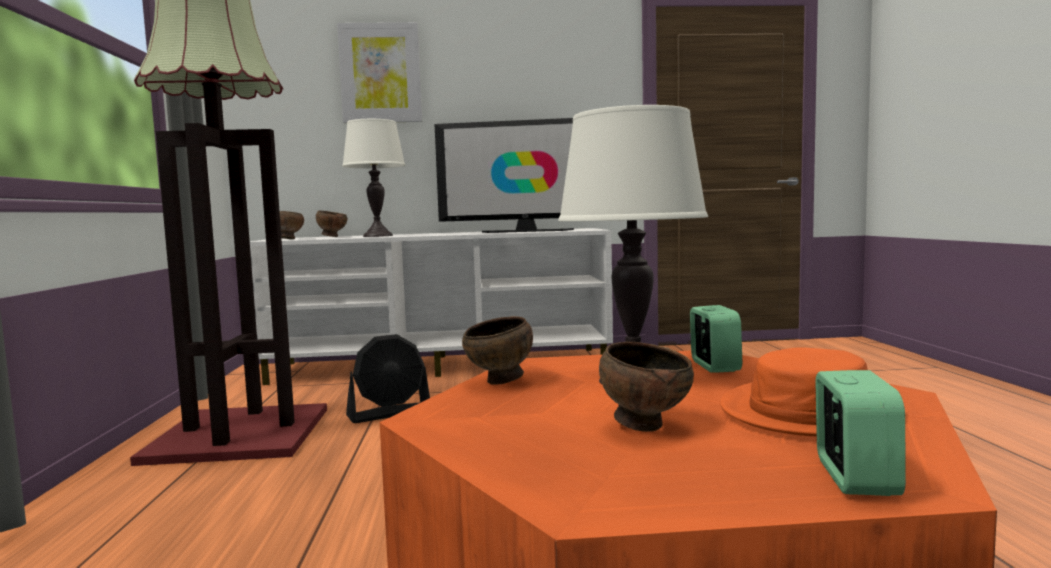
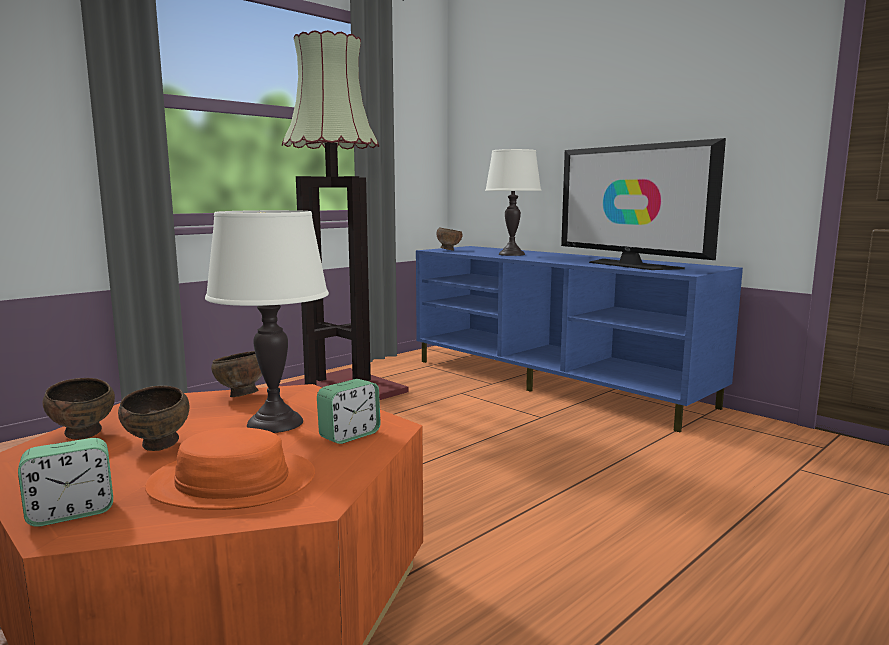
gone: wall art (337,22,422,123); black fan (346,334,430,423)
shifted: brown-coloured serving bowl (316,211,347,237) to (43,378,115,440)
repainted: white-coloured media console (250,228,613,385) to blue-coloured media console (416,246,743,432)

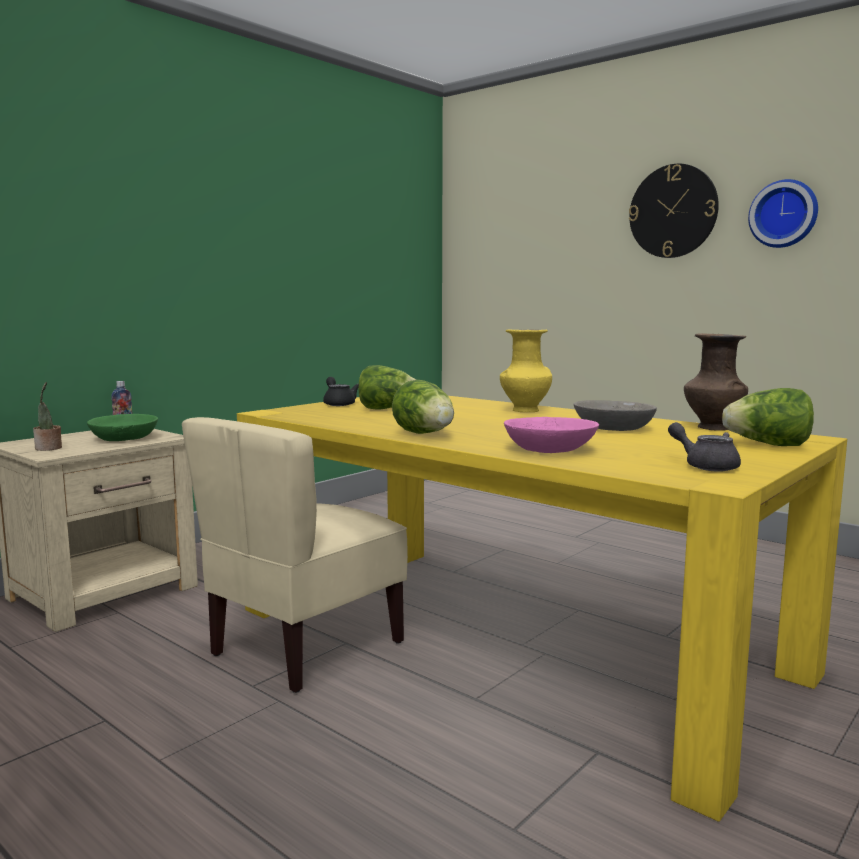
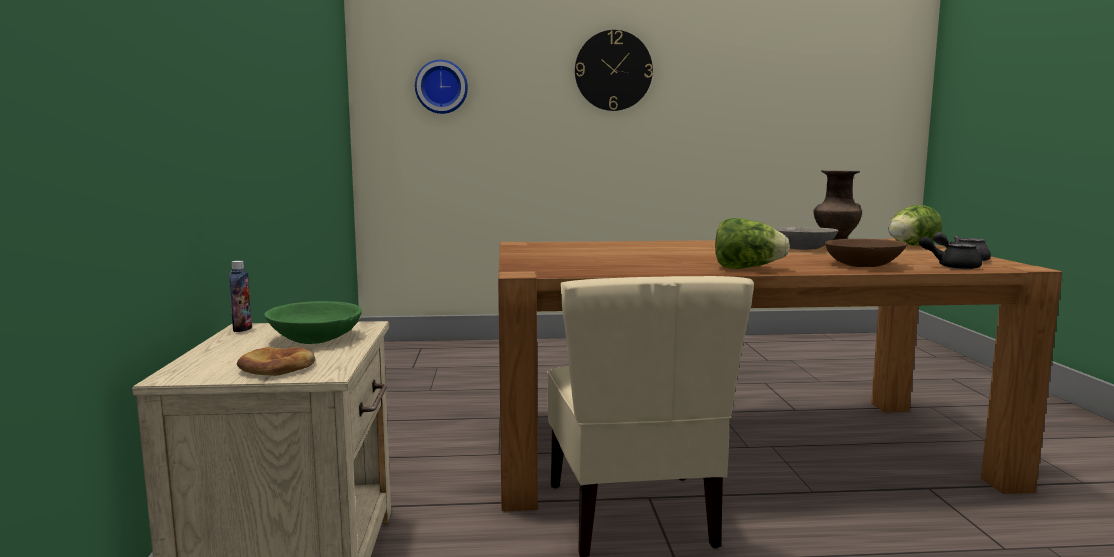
gone: head of lettuce (359,365,416,410); yellowish decorative vase (500,330,552,412)
shifted: black tea pot (323,377,359,406) to (919,236,982,270); clock on the wall (748,179,818,248) to (415,60,468,114)
swapped: plant in a pot (33,382,62,451) to bread (237,347,315,376)
repainted: yellowish dining table (237,396,847,822) to brown-coloured dining table (498,238,1062,511); pink serving bowl (504,417,599,453) to brown-coloured serving bowl (825,239,907,267)

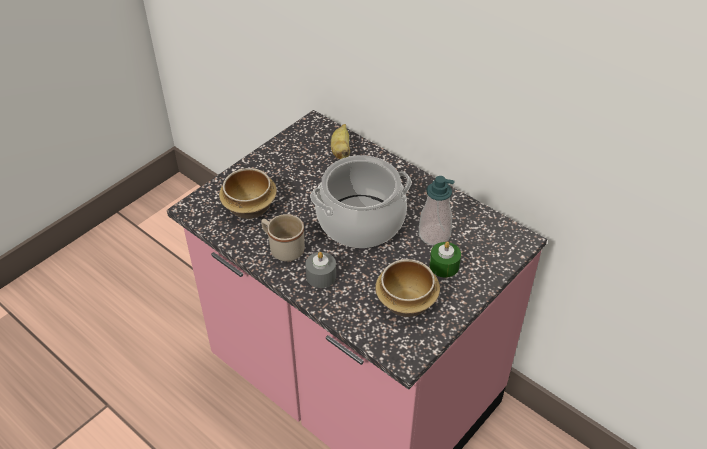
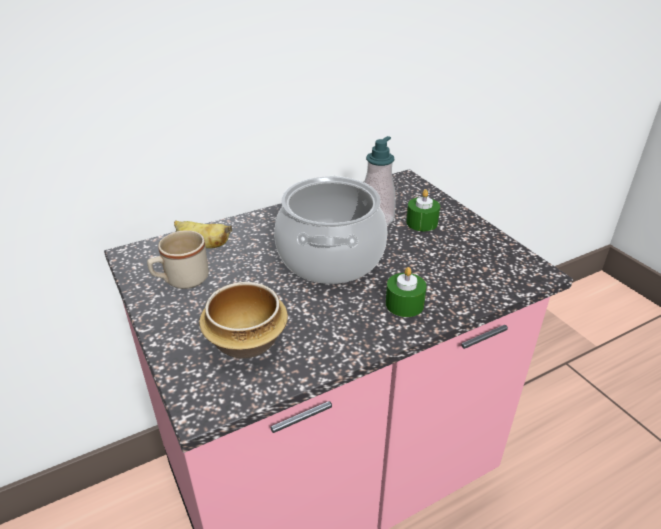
gone: serving bowl (375,259,440,317)
shifted: sand-coloured coffee mug (261,214,305,261) to (147,230,209,289)
repainted: gray candle (305,252,336,288) to green-coloured candle (386,267,427,317)

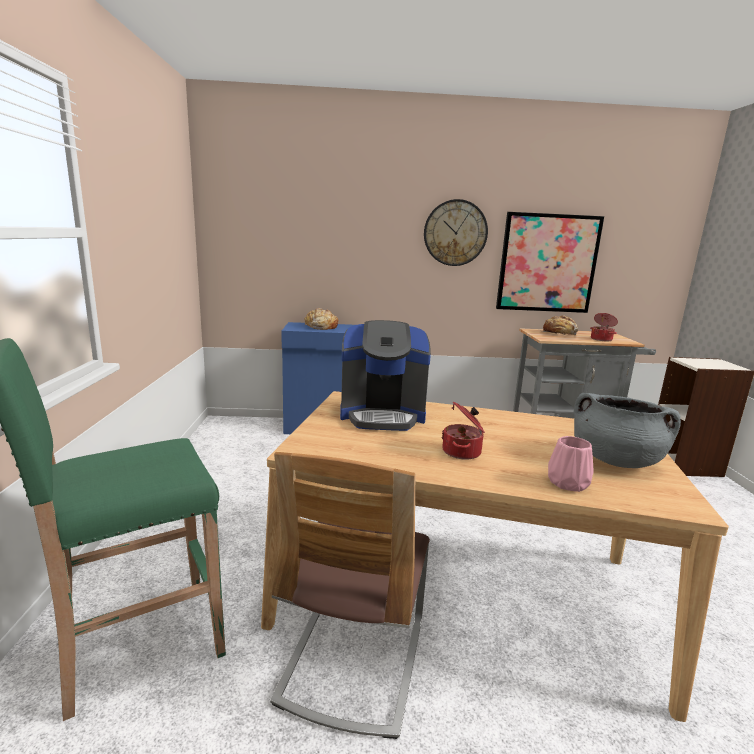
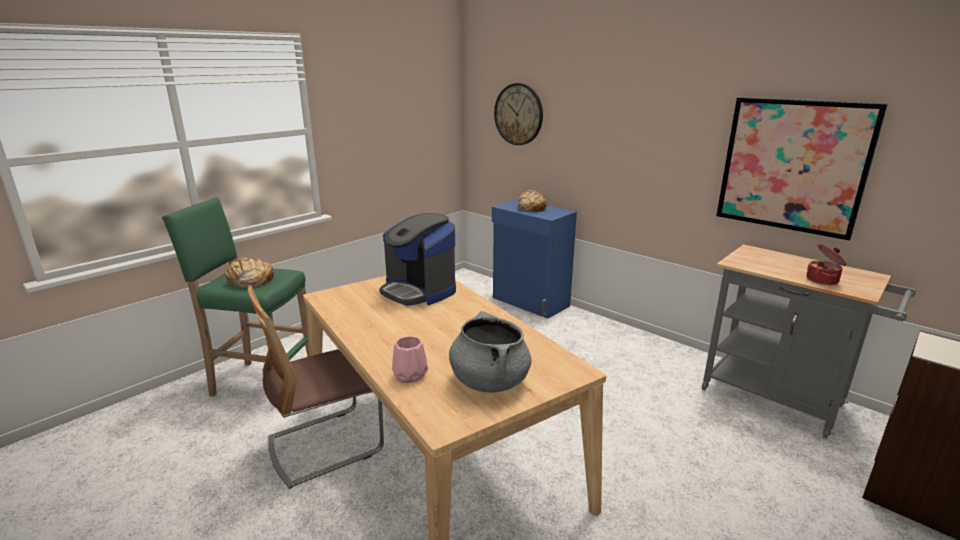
gone: saucepot (442,401,485,460)
shifted: clock on the wall (424,199,488,266) to (494,83,543,145); bread (543,315,578,335) to (225,257,274,288)

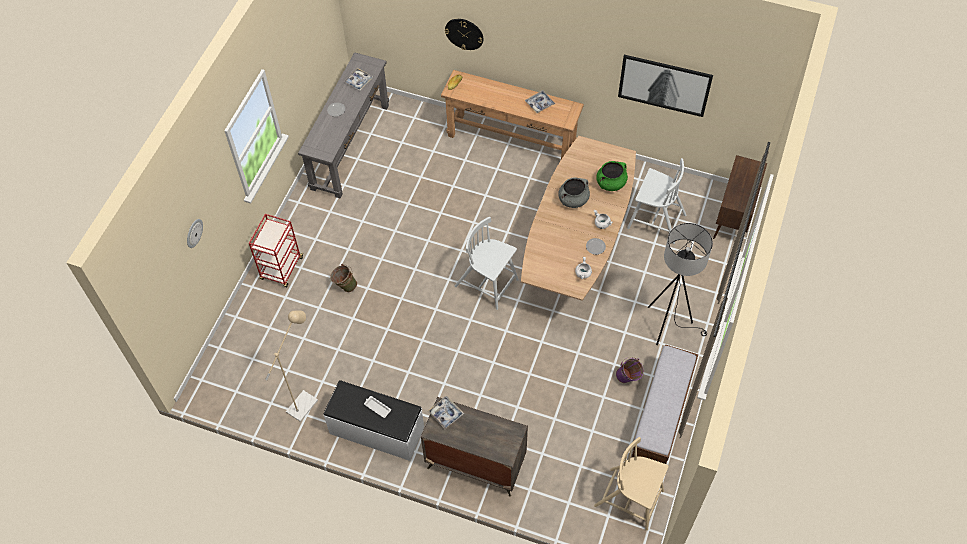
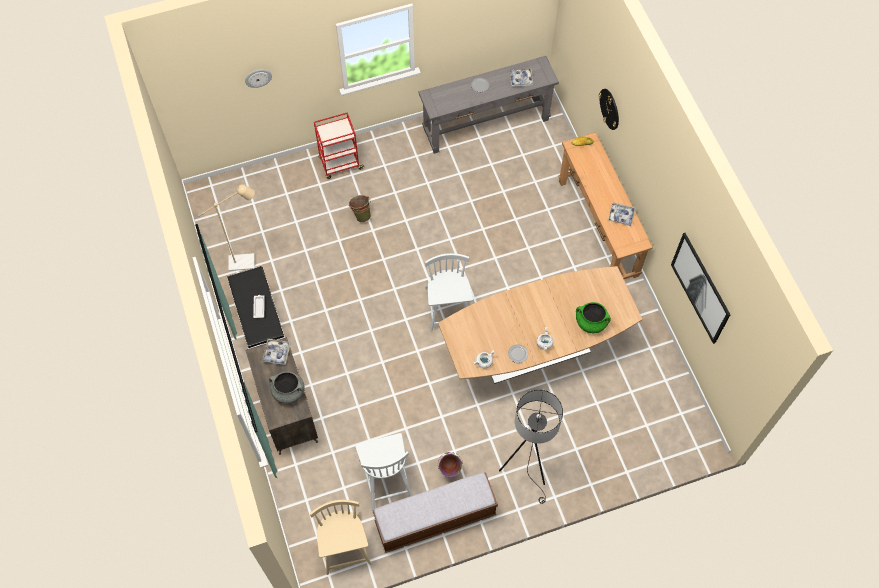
gone: brown-coloured cabinet (713,155,767,239)
shifted: gray saucepot (558,177,590,208) to (269,372,304,404); white-coloured chair (627,158,687,244) to (355,433,413,510)

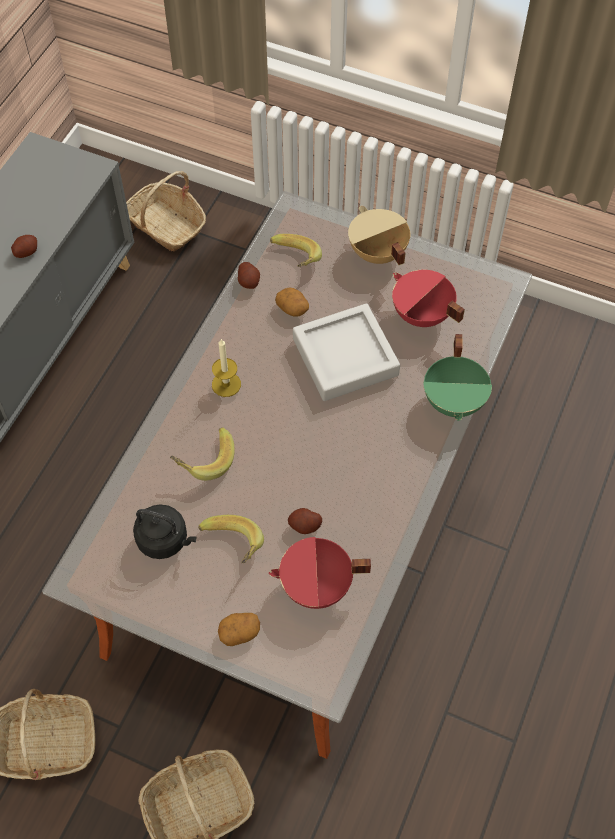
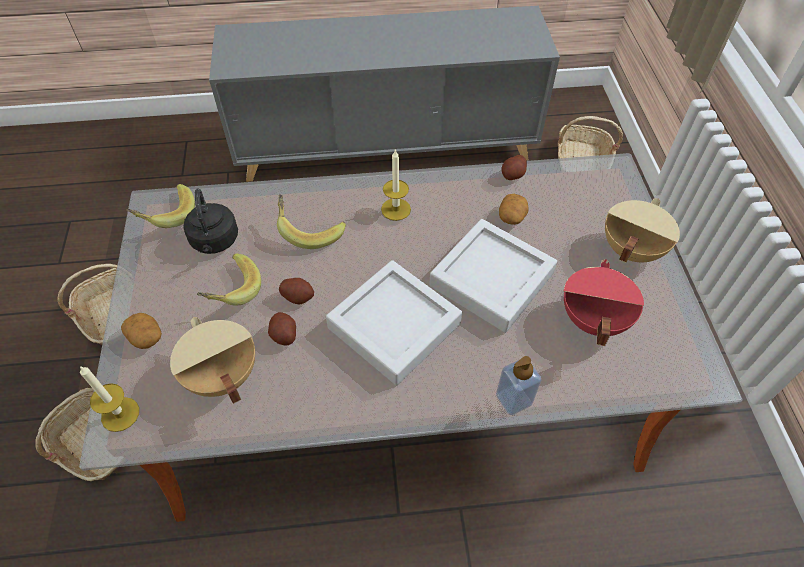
new: candle (80,366,139,432); gray carrying tray (326,260,462,385)
shifted: spud (11,235,37,258) to (279,278,314,304); whole banana (270,234,322,267) to (126,184,195,228)
swapped: green-coloured saucepot (423,334,492,421) to liquid soap bottle (496,356,541,415)
repainted: red-coloured saucepot (269,537,371,609) to sand-coloured saucepot (170,317,255,404)

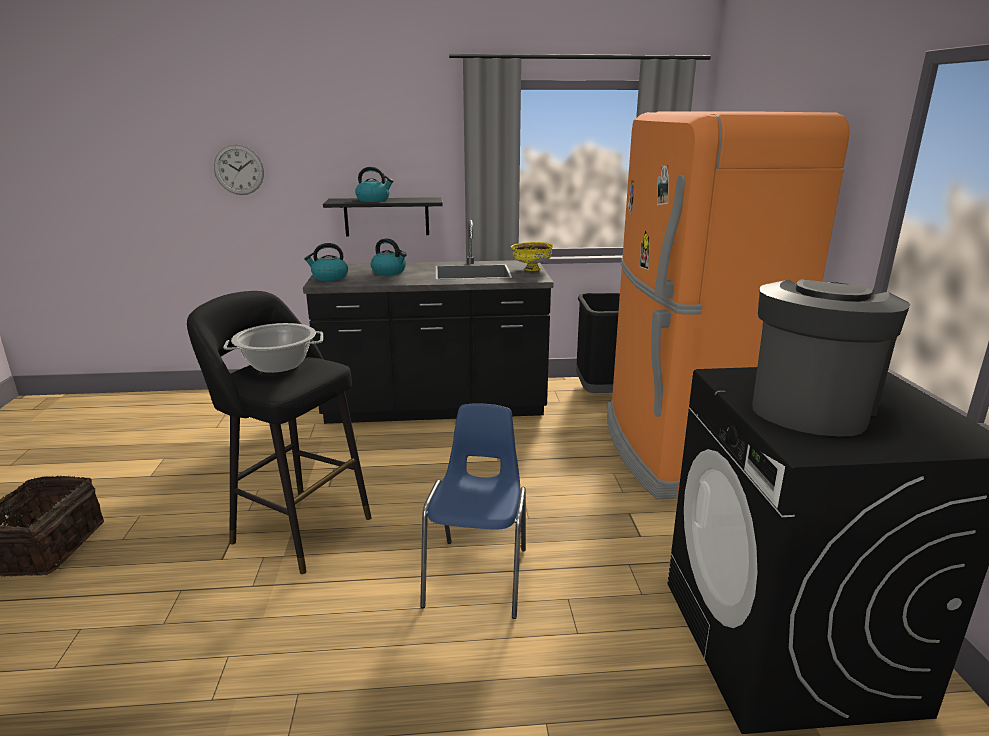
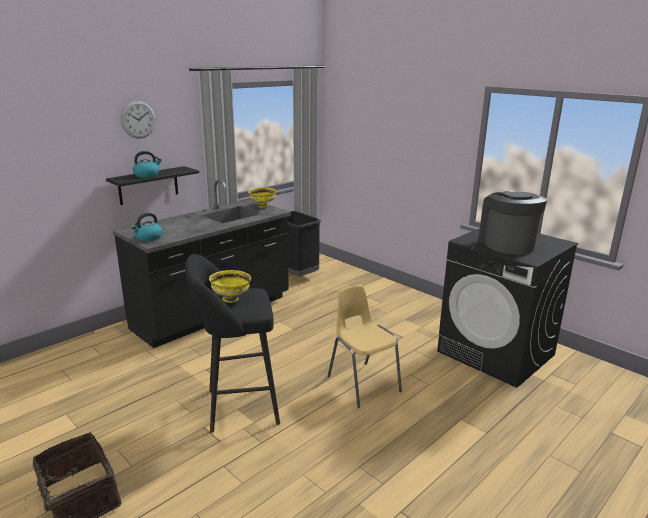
gone: tea kettle (371,238,407,275); orangey fridge (607,111,850,499)
shifted: clock on the wall (214,145,264,195) to (121,101,156,139)
swapped: saucepot (224,323,323,373) to yellowish serving bowl (209,270,251,303)
repainted: blue-coloured chair (420,403,526,619) to yellowish chair (328,285,402,408)

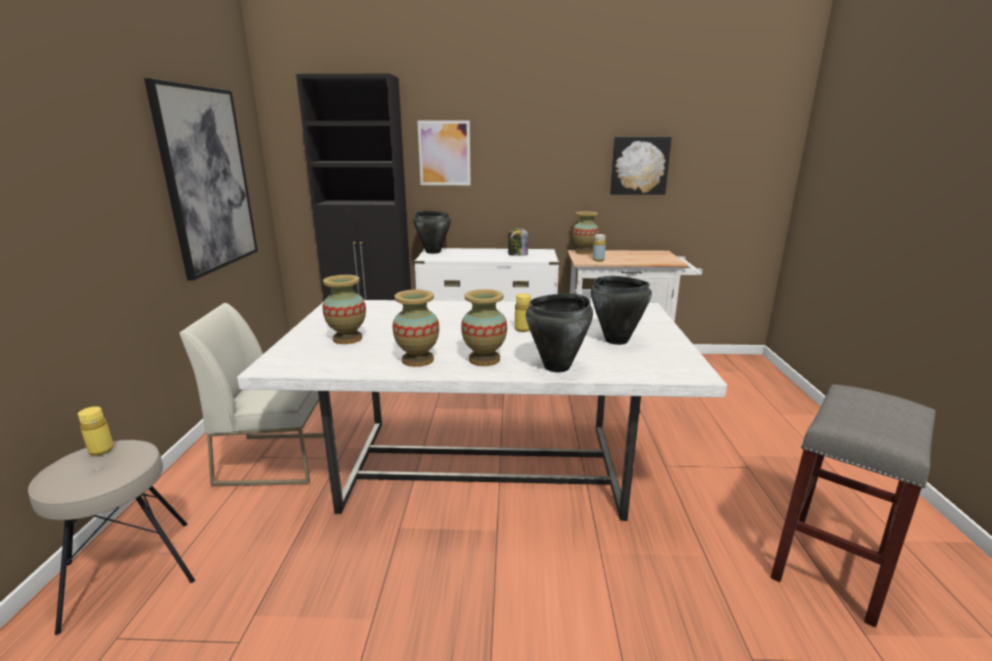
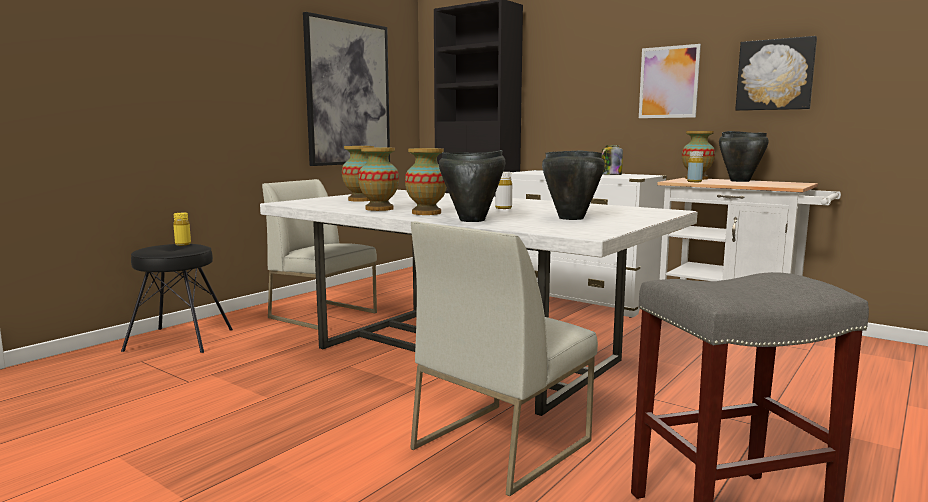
new: white-coloured chair (410,221,598,496)
shifted: black saucepot (413,210,451,254) to (719,131,769,182); wall art (417,121,471,185) to (639,44,701,118)
repainted: sand-coloured stool (28,440,195,635) to black stool (121,244,233,353); yellowish beverage bottle (515,293,531,332) to white-coloured beverage bottle (495,172,512,209)

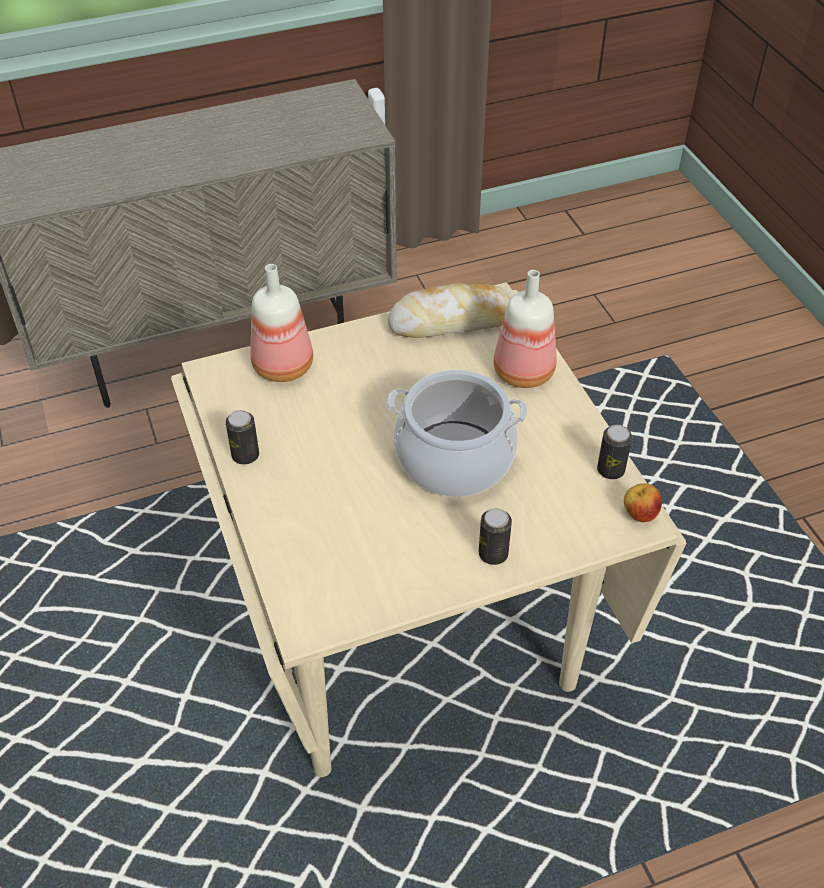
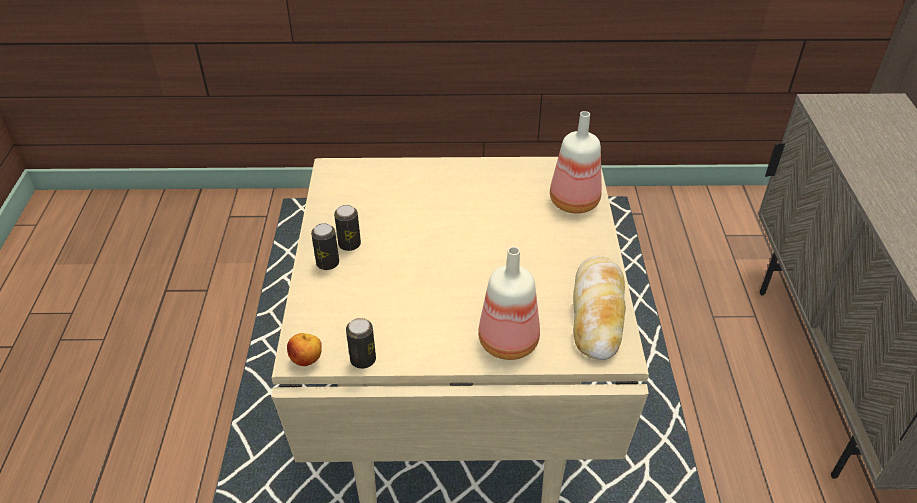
gone: saucepot (387,370,527,497)
shifted: can (226,410,259,465) to (334,205,361,251)

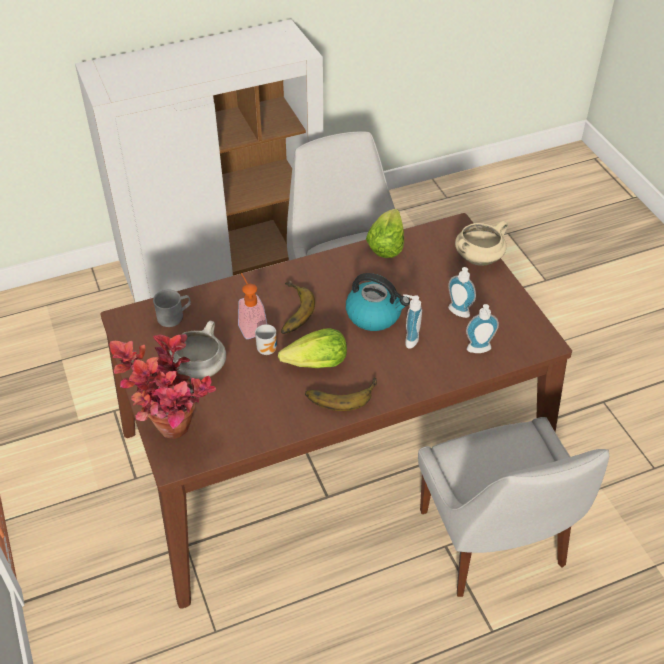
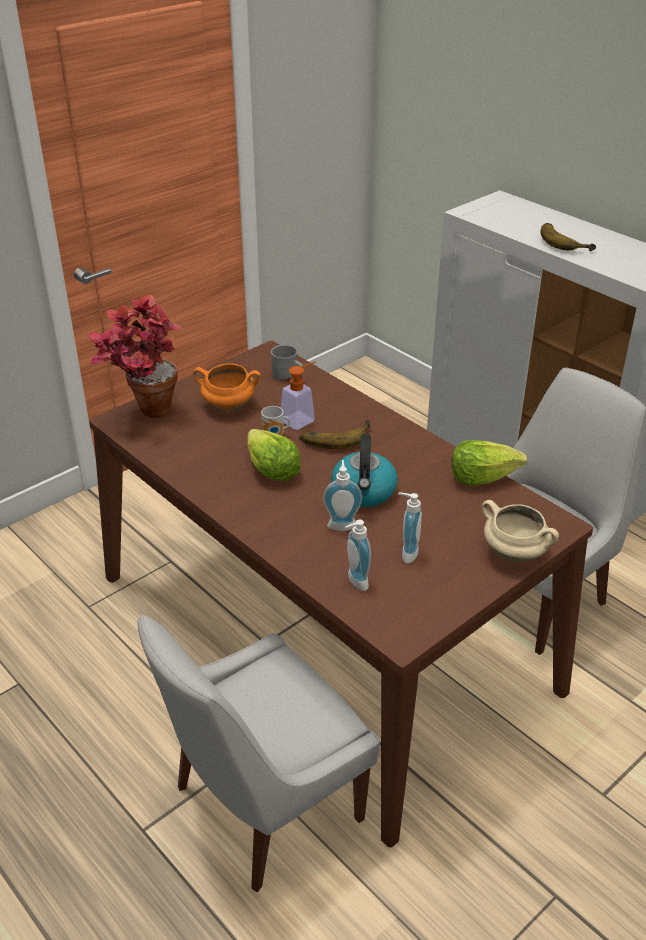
shifted: whole banana (305,377,377,411) to (541,223,596,251)
repainted: white-coloured saucepot (169,321,226,380) to orangey saucepot (193,363,261,410)

